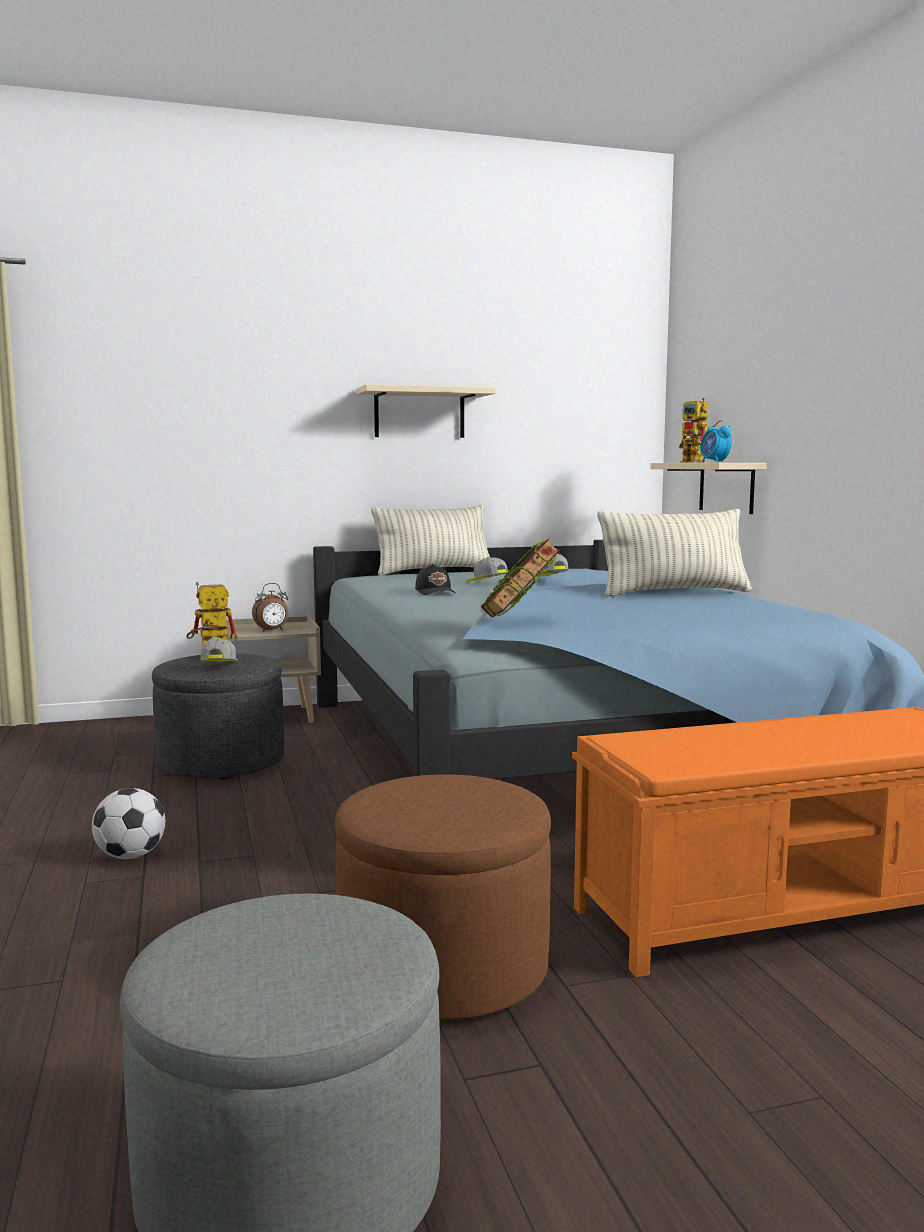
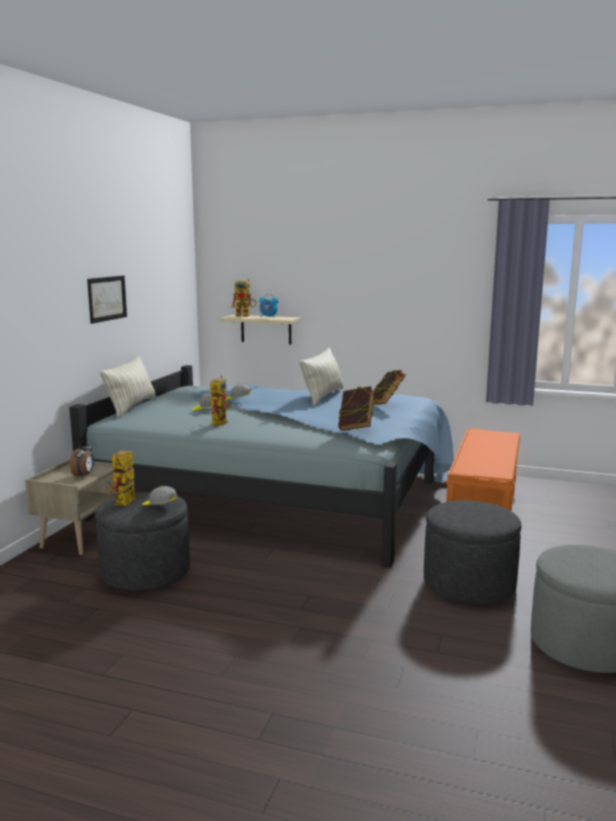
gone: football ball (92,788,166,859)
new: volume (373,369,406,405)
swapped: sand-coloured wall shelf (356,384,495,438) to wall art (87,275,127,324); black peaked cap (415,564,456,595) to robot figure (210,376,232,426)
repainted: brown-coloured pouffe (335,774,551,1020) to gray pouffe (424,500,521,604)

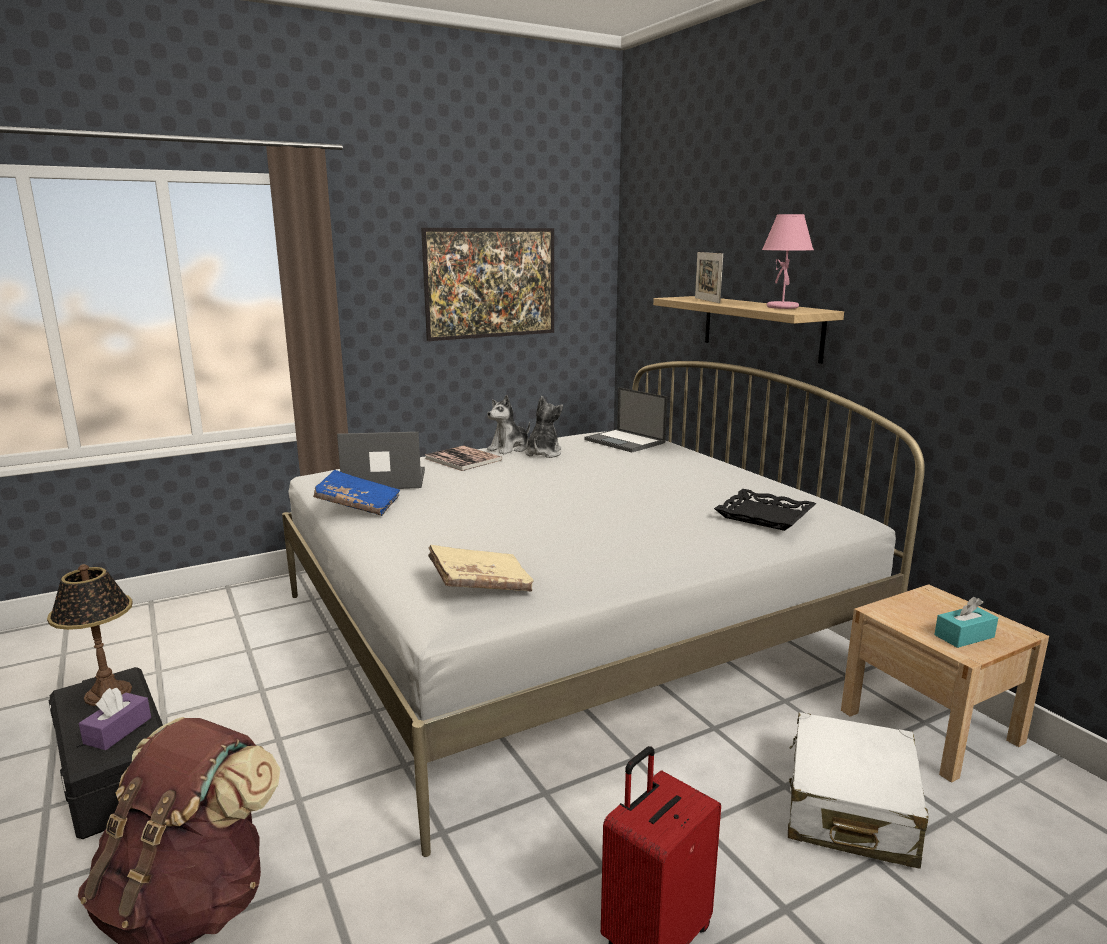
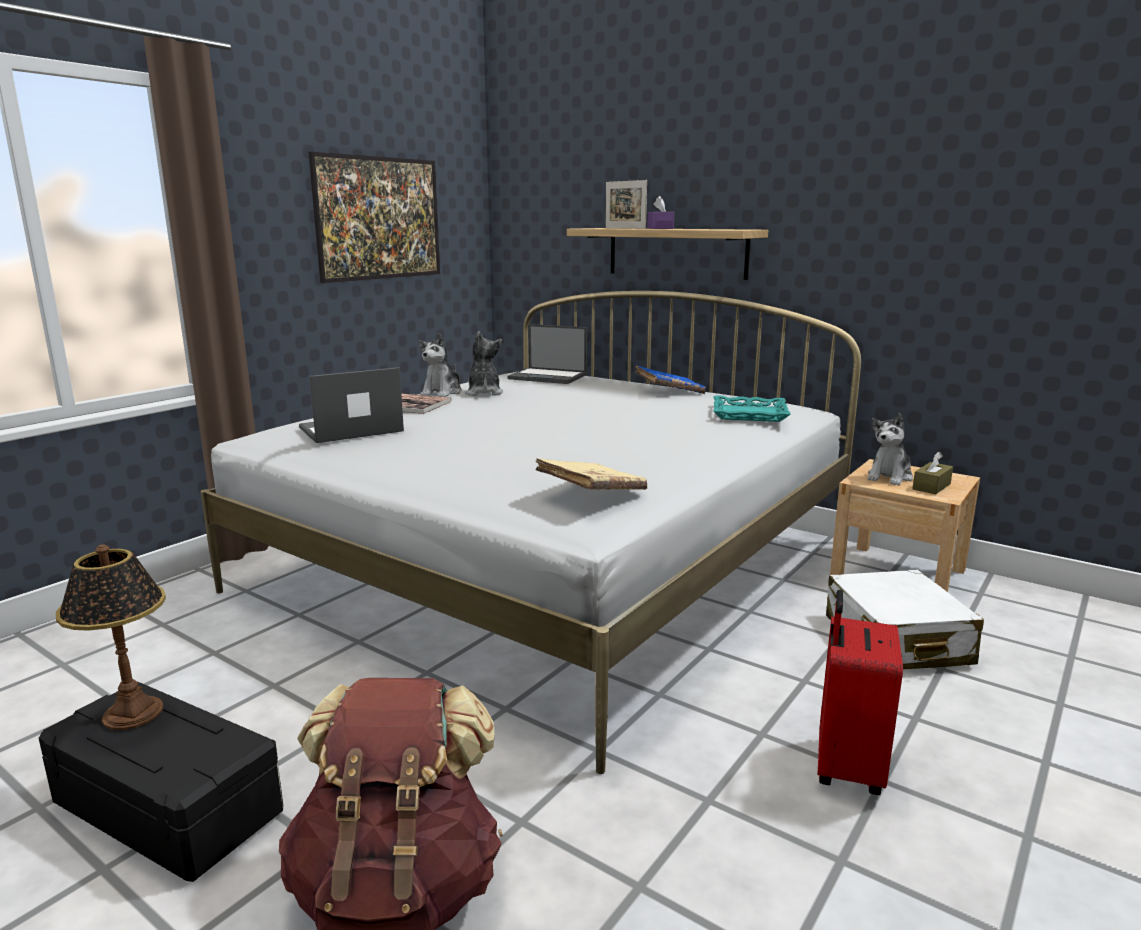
gone: pink tabletop lamp (762,214,814,309)
new: soft toy (867,413,913,485)
shifted: purple tissue box (79,688,151,750) to (647,196,674,229); blue-coloured volume (313,470,400,516) to (635,366,706,394)
repainted: black carrying tray (714,489,816,531) to blue-green carrying tray (713,395,791,422); blue-green tissue box (934,597,998,648) to brown-coloured tissue box (912,451,953,494)

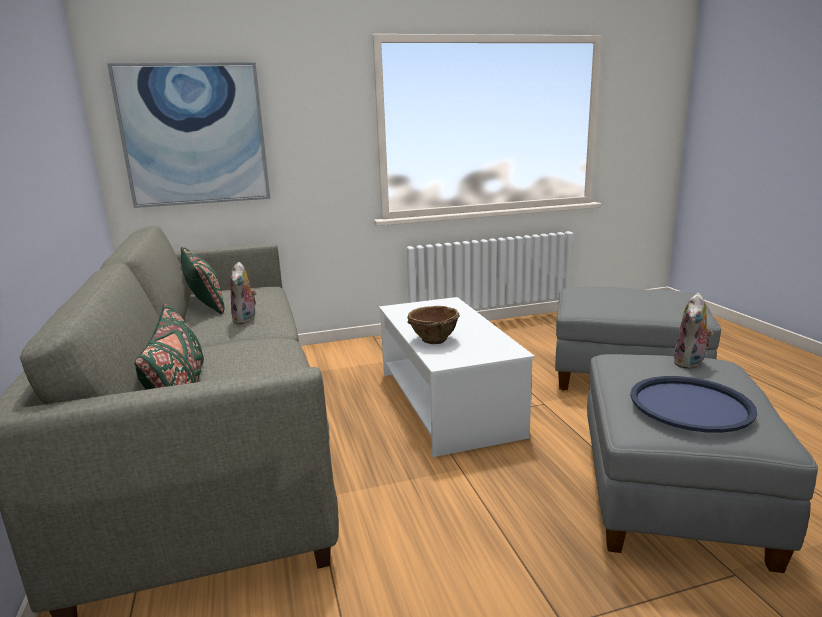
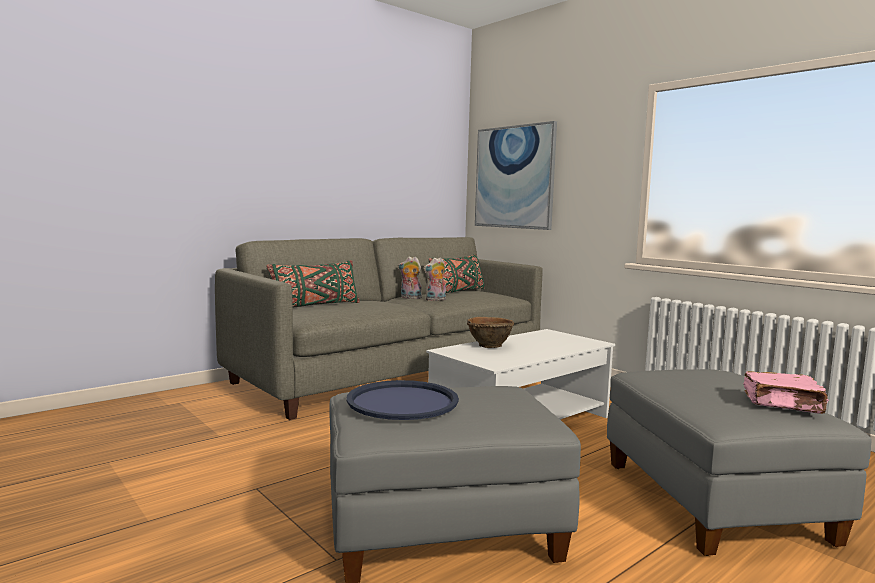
new: pink volume (743,371,829,414)
shifted: soft toy (673,293,714,369) to (398,256,422,299)

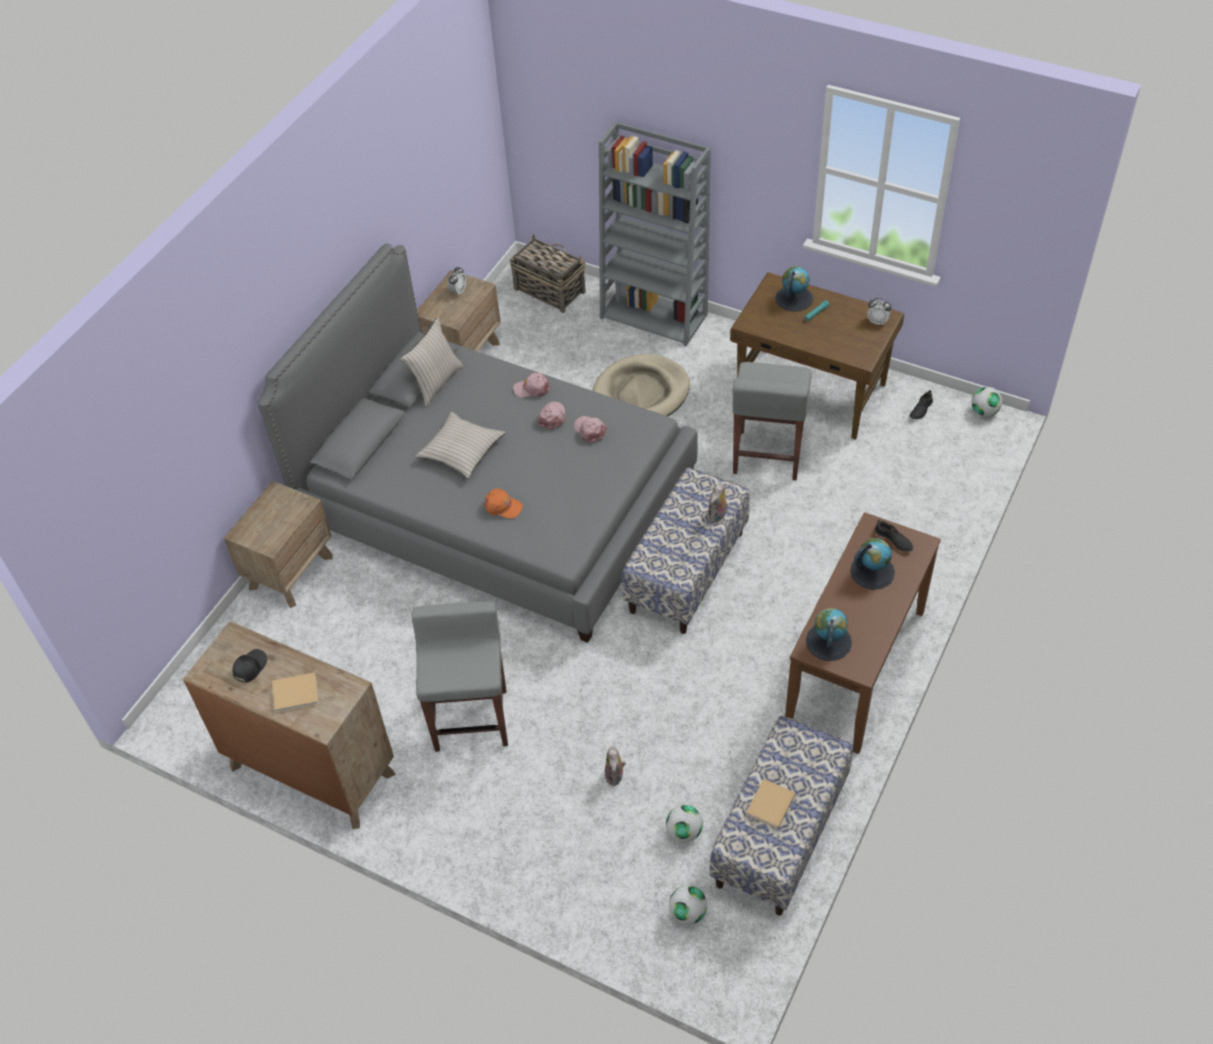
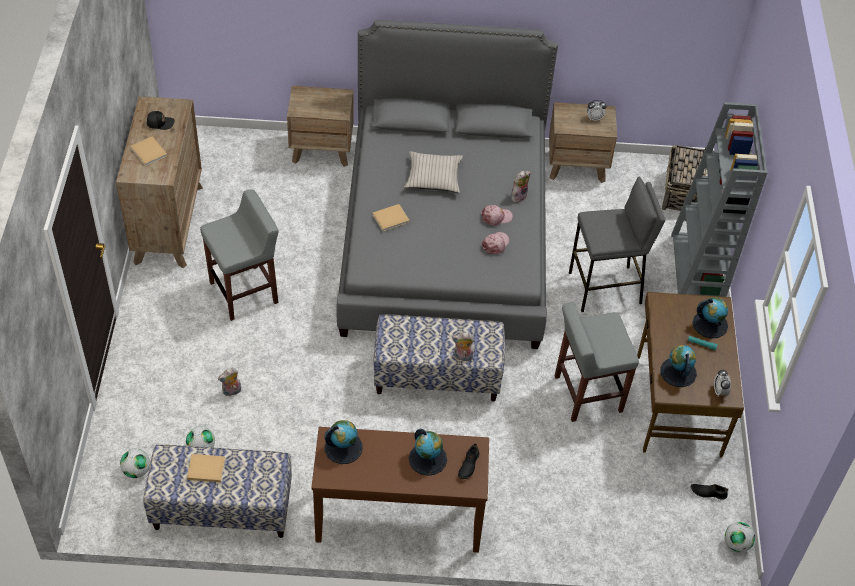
gone: sand-coloured pillow (400,317,463,407)
new: desk globe (660,345,697,387)
swapped: orangey peaked cap (483,489,523,519) to sand-coloured volume (372,204,410,231); pink peaked cap (513,373,550,397) to soft toy (511,171,531,202); sand-coloured dog bed (592,354,690,417) to gray stool (569,177,665,312)

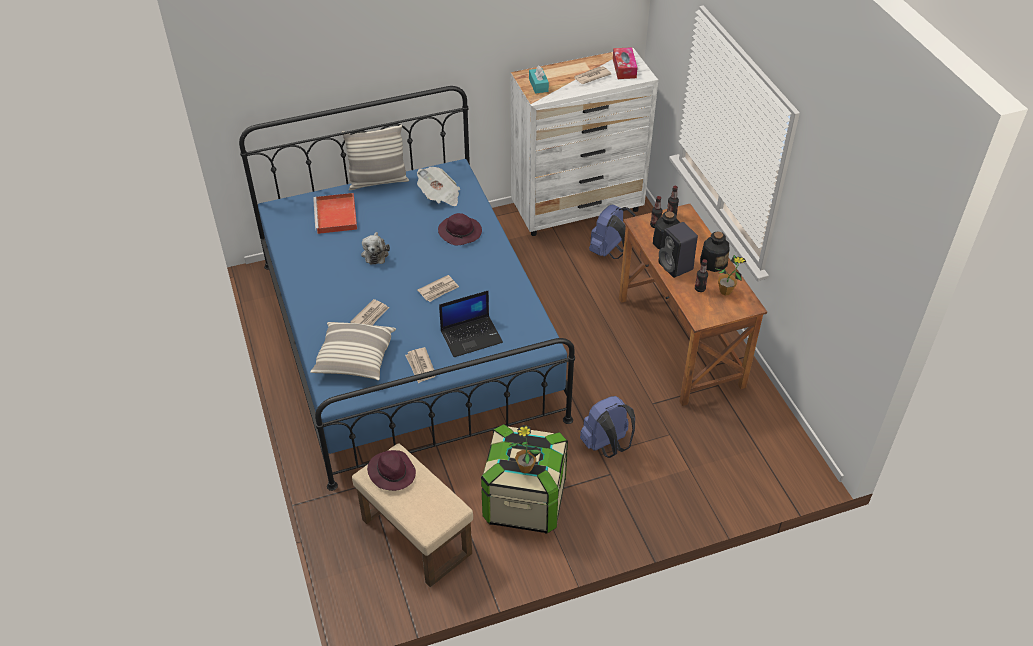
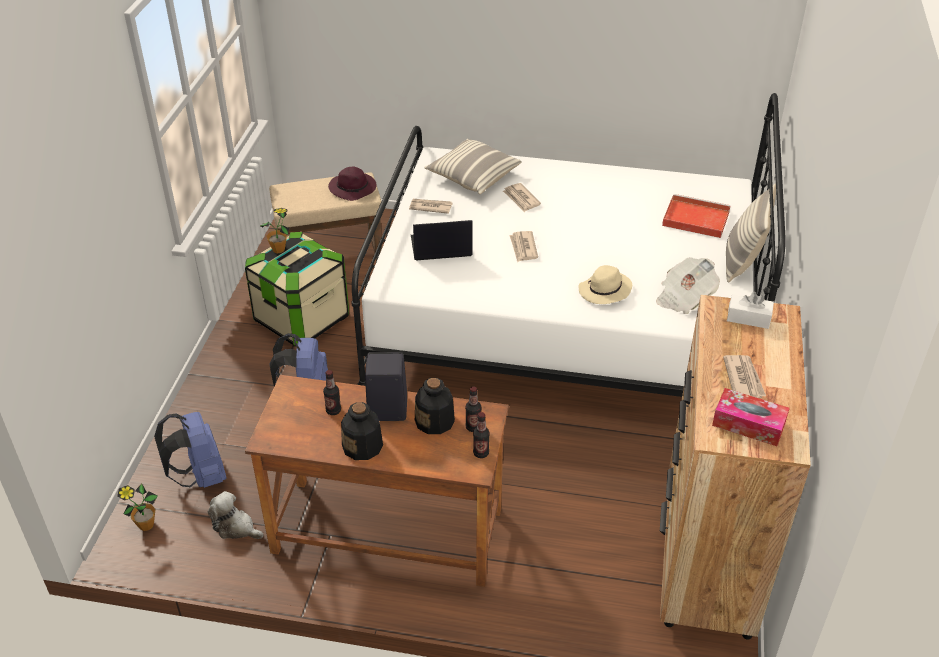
shifted: soft toy (361,232,390,264) to (208,491,264,539); blue-coloured rucksack (589,205,636,259) to (154,412,226,488); plant in a pot (717,255,746,296) to (117,483,157,531)
repainted: blue-coloured bedroom bed (239,86,575,491) to white-coloured bedroom bed (352,93,786,397); purple hat (438,213,482,245) to sand-coloured hat (578,265,632,304); white-coloured dresser (511,48,658,236) to brown-coloured dresser (660,295,811,640); blue-green tissue box (529,66,549,94) to white-coloured tissue box (727,292,774,329)
rotated: notebook computer (439,291,503,357) = (411,220,473,261) 75 degrees clockwise

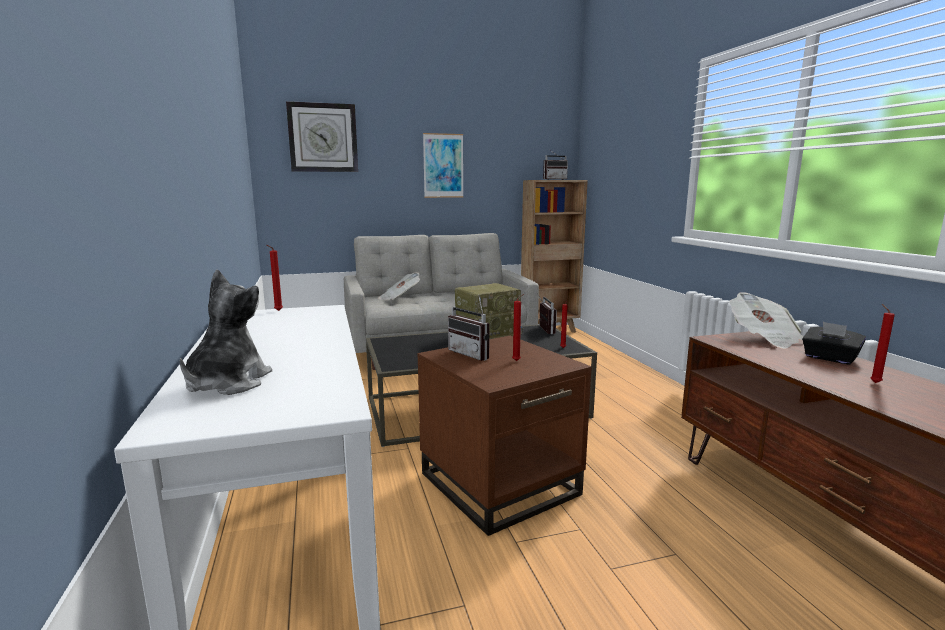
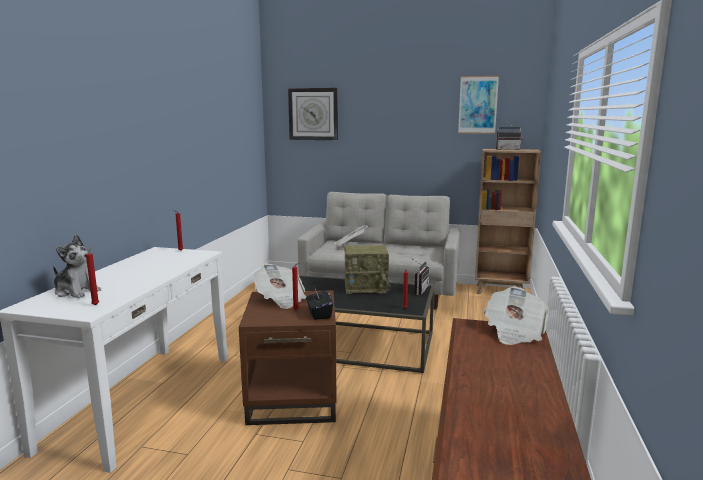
shifted: wall art (423,133,463,198) to (458,76,499,134); black tissue box (802,322,866,365) to (306,286,333,320); red-coloured candle (871,304,895,383) to (86,247,99,305)
swapped: radio receiver (448,295,490,361) to newspaper (253,264,306,309)
rotated: soft toy (180,269,272,395) = (53,235,101,298) 75 degrees clockwise

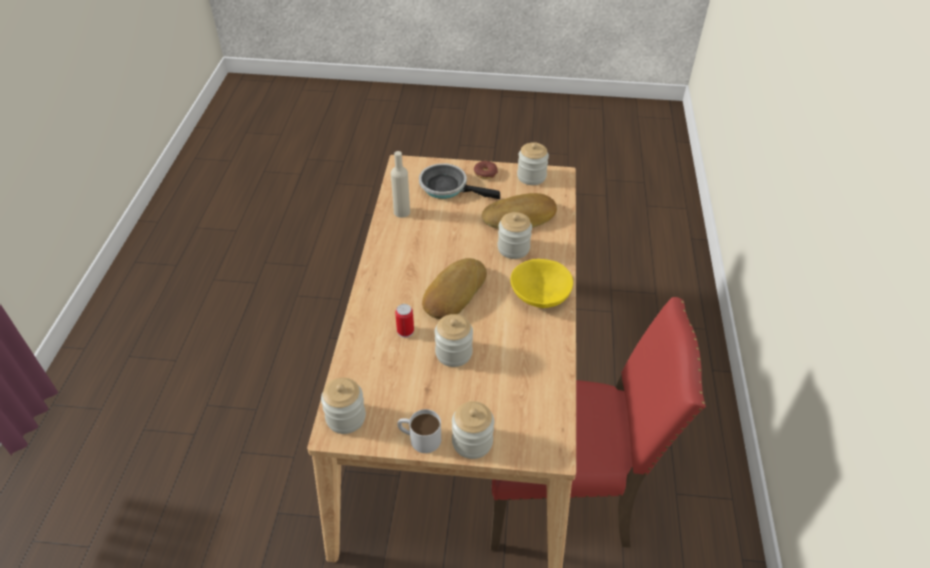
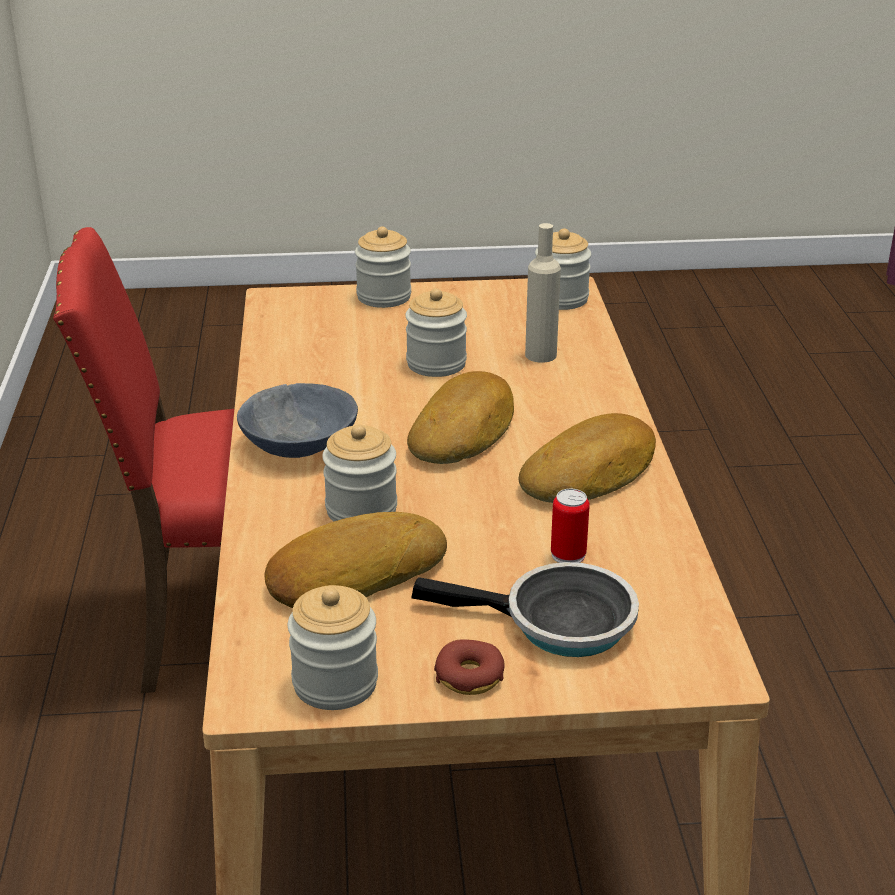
gone: white-coloured coffee mug (397,409,441,453)
new: bread (518,413,656,503)
shifted: sand-coloured beverage bottle (391,151,410,218) to (525,223,561,363); can (395,304,414,338) to (551,489,590,563)
repainted: yellowish serving bowl (510,259,573,308) to gray serving bowl (237,383,358,458)

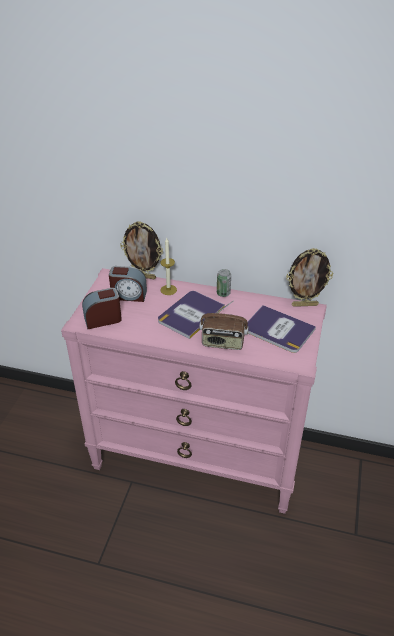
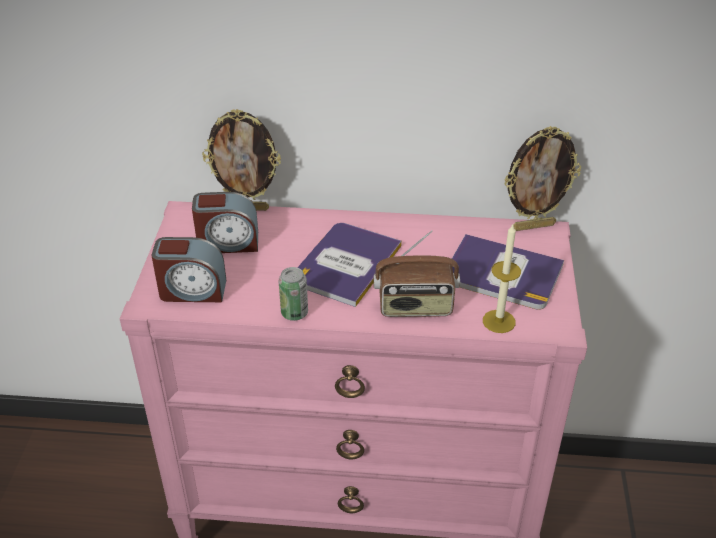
shifted: candle (160,238,177,295) to (483,225,521,333); can (217,269,231,297) to (279,267,308,321)
rotated: table clock (82,288,122,329) = (152,237,226,302) 150 degrees counterclockwise

